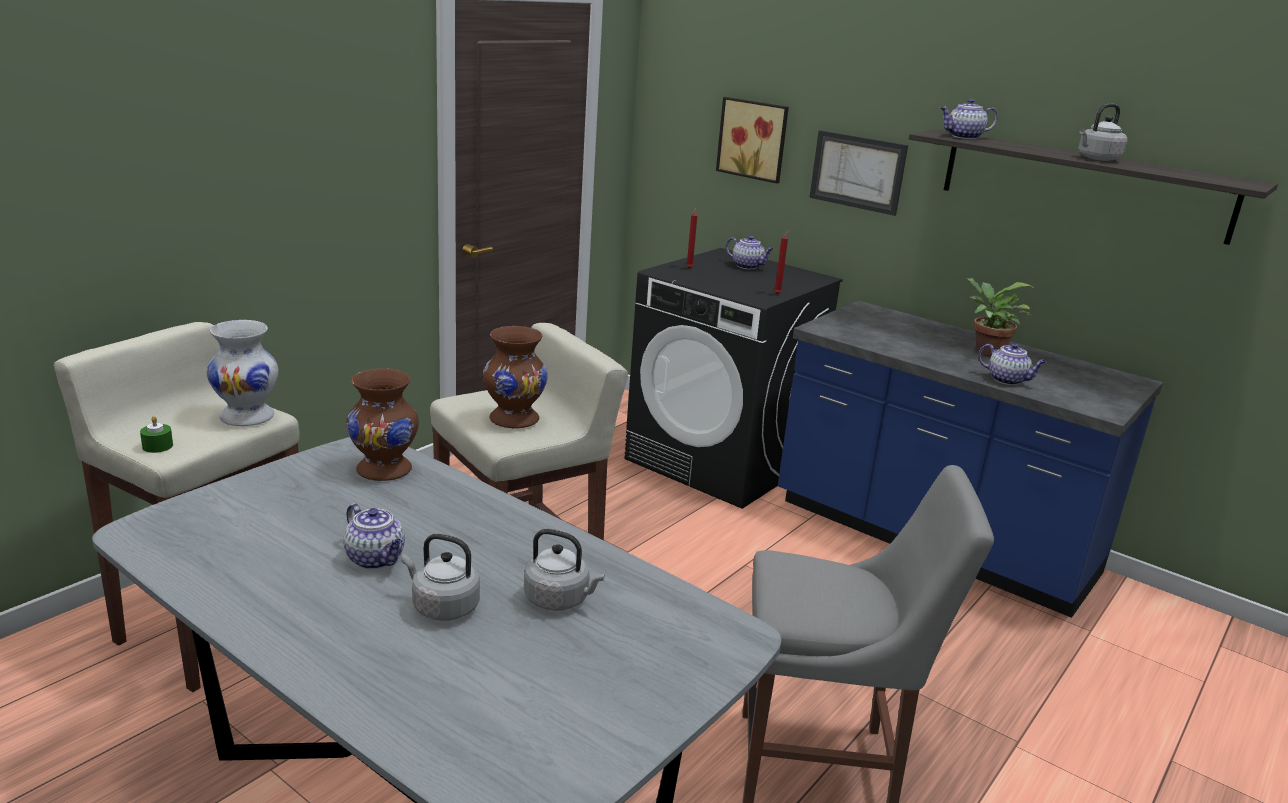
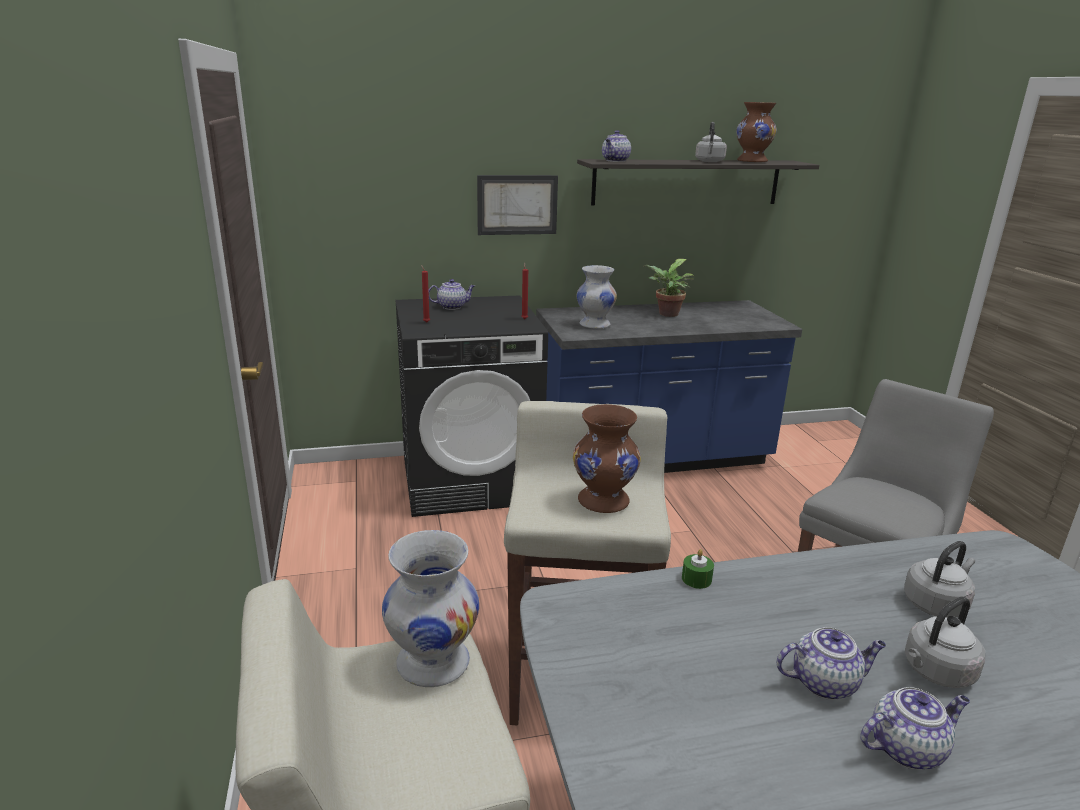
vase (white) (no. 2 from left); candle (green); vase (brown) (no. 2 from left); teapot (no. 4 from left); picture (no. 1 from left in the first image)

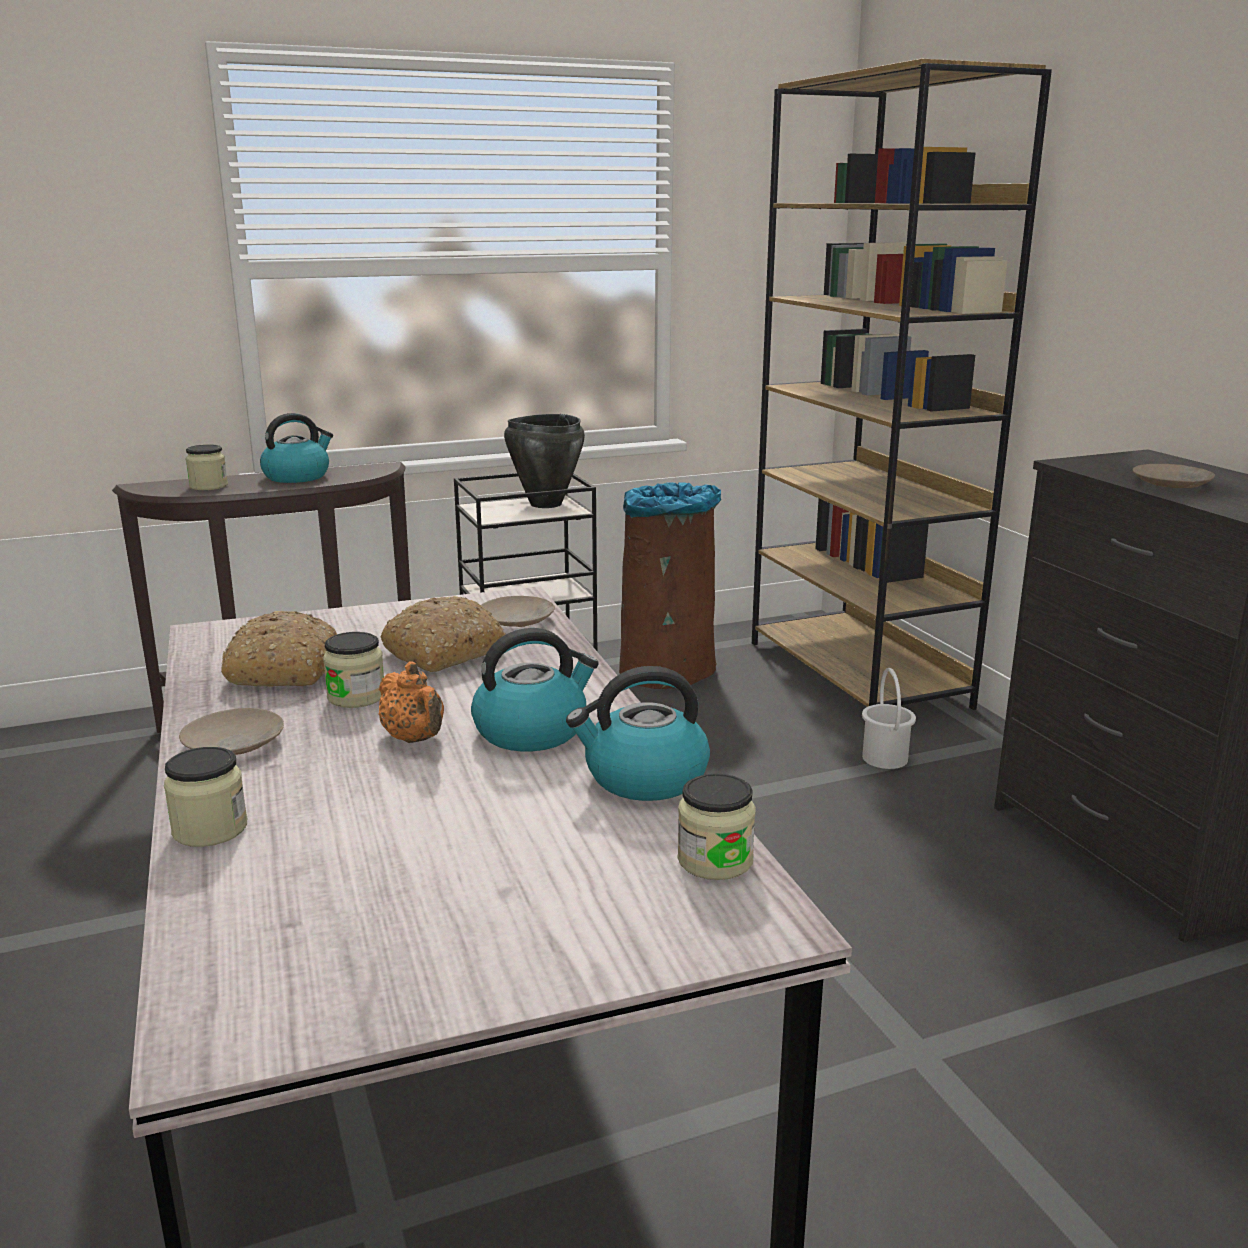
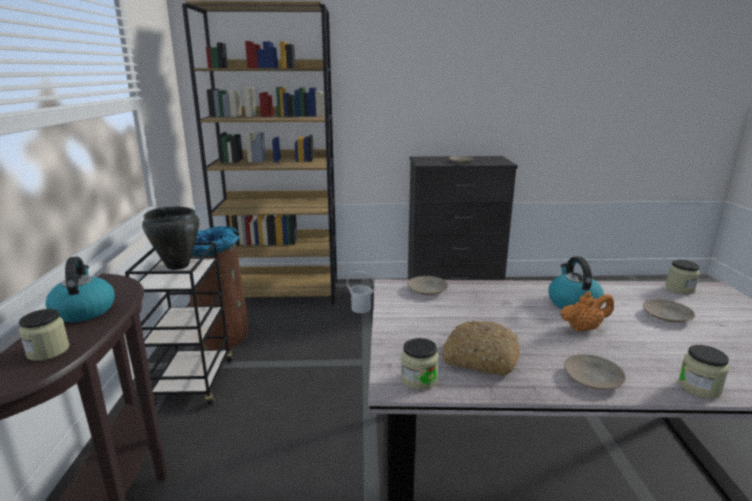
jar (no. 2 from left); plate (beige) (no. 4 from left); bread (no. 2 from left in the first image); kettle (no. 3 from left in the first image)

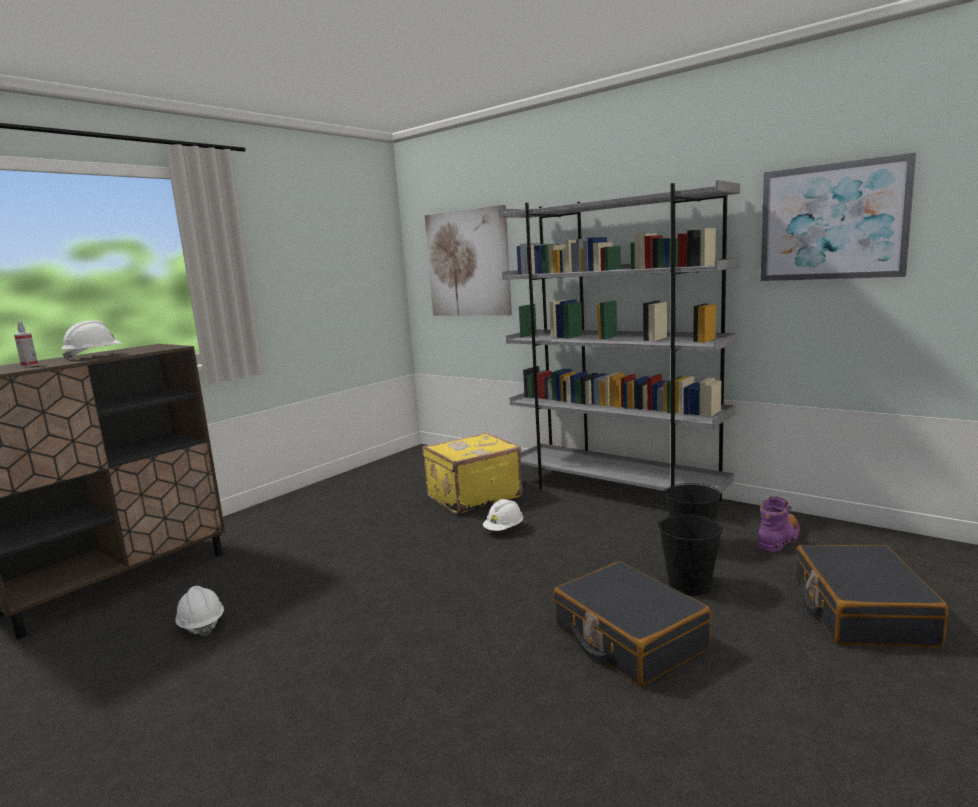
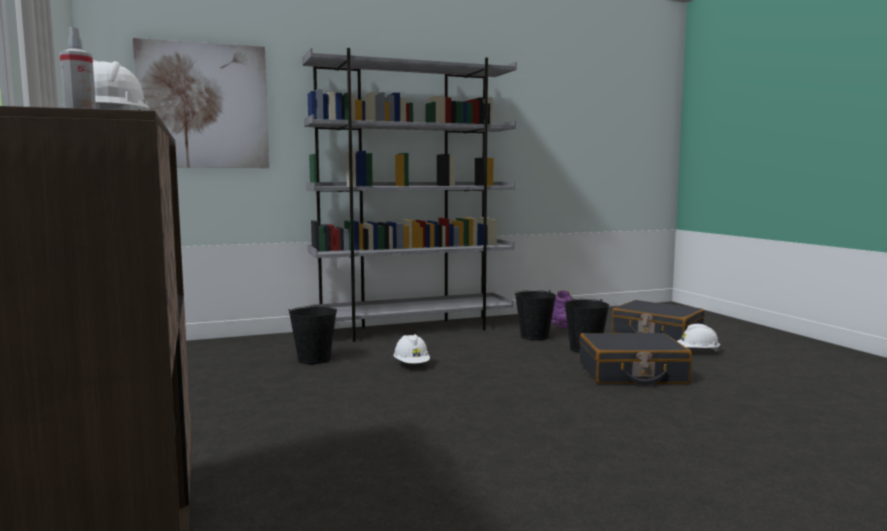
bucket (black) (no. 1 from left); hard hat (white) (no. 3 from left); picture (no. 2 from left in the first image)

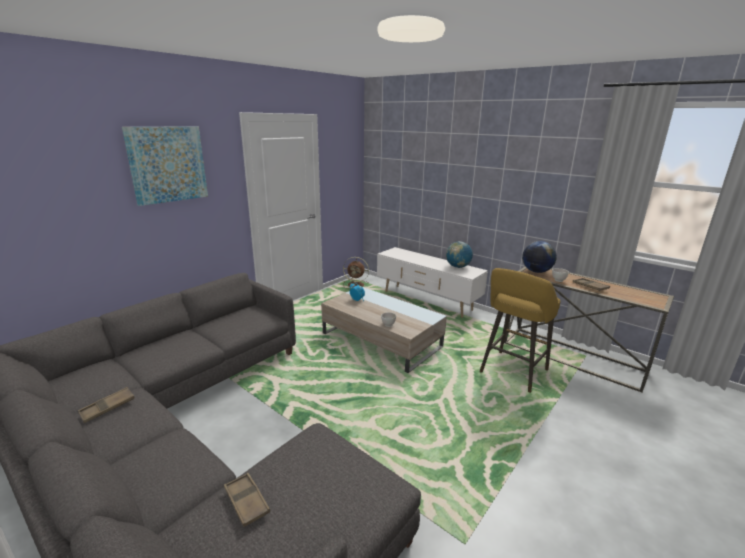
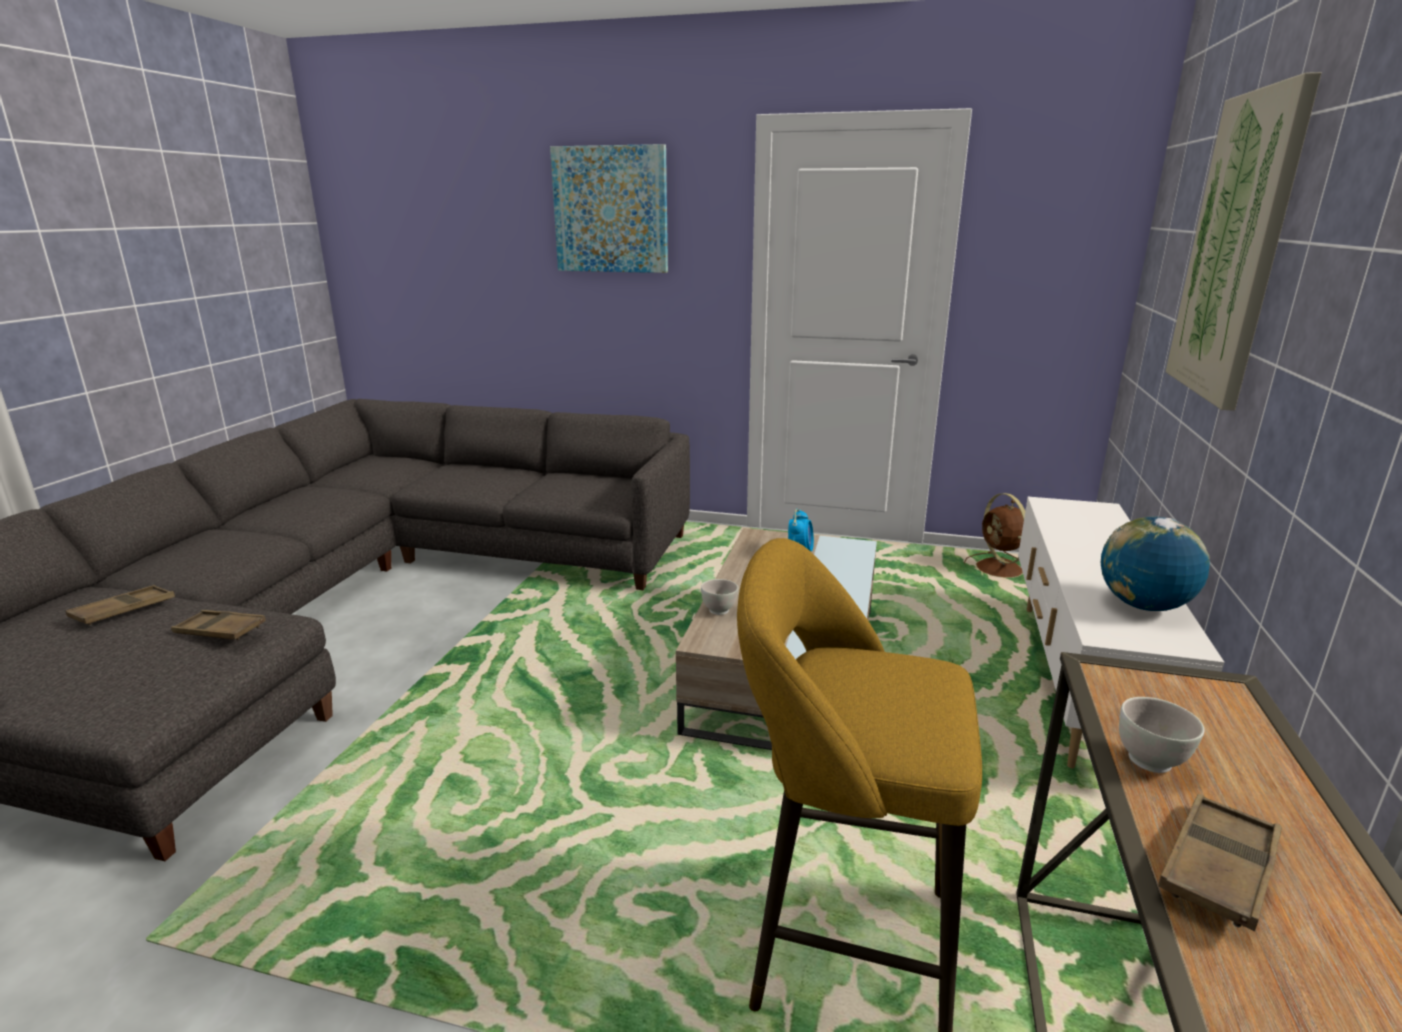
tray (brown) (no. 2 from left); picture (no. 2 from left); globe (no. 2 from left in the first image)

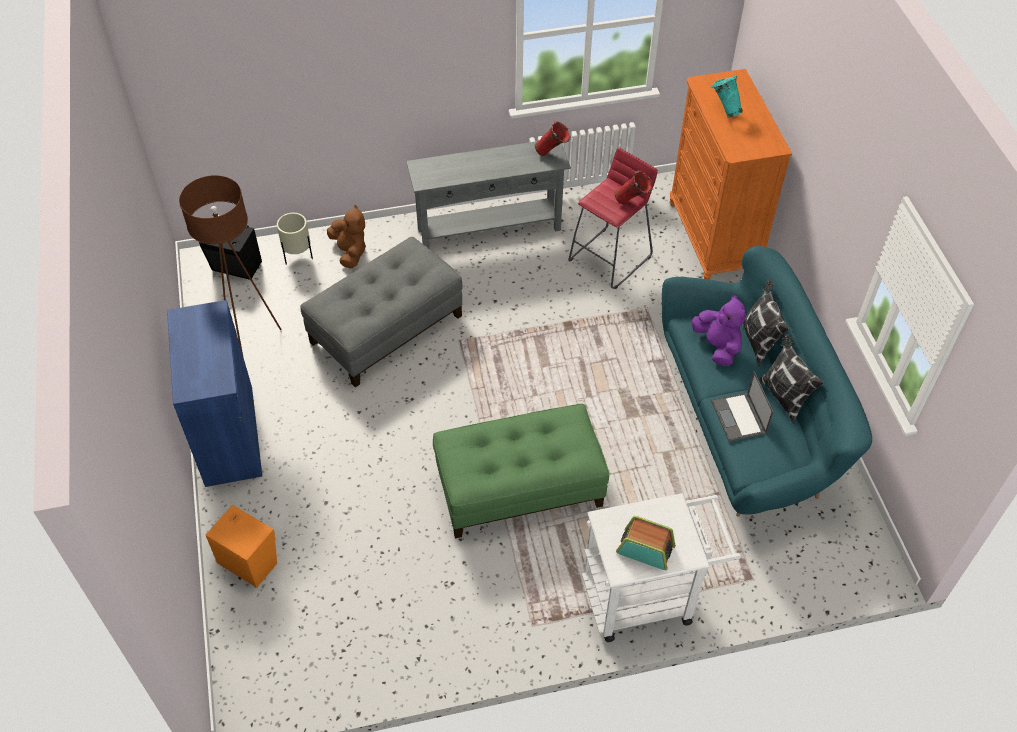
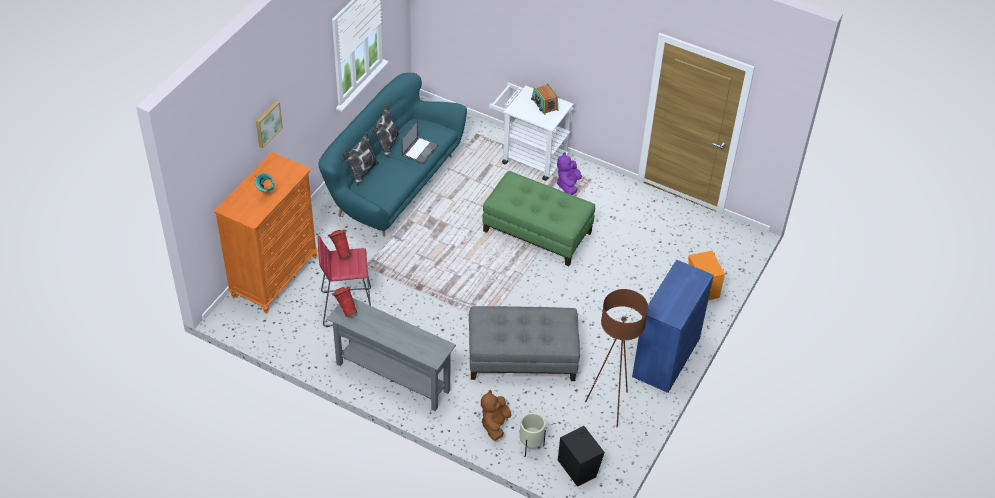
picture; plush toy (purple)

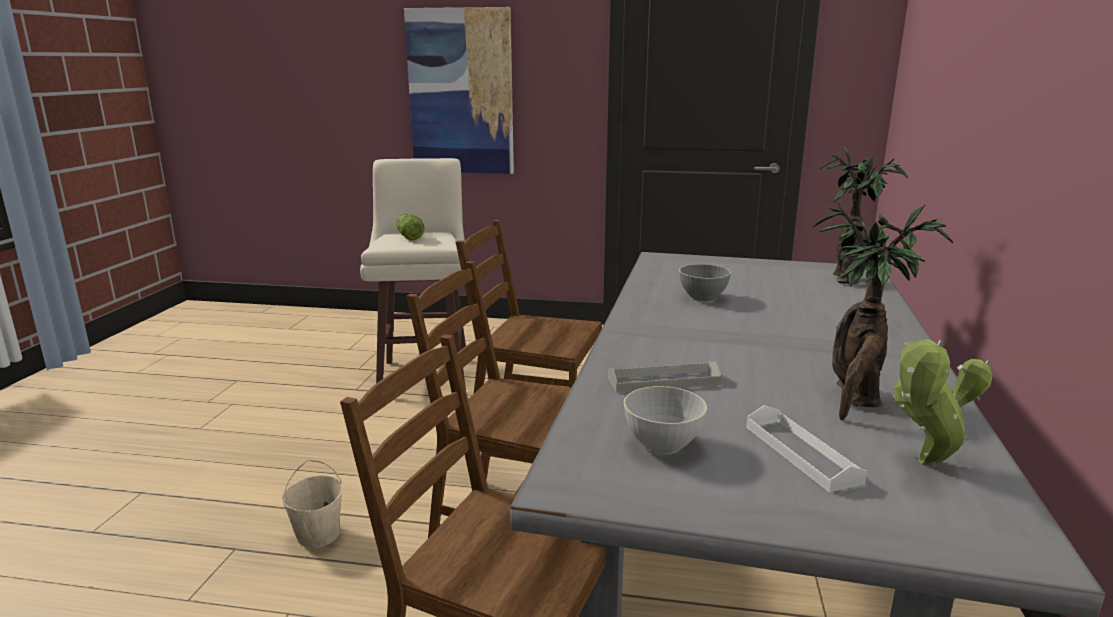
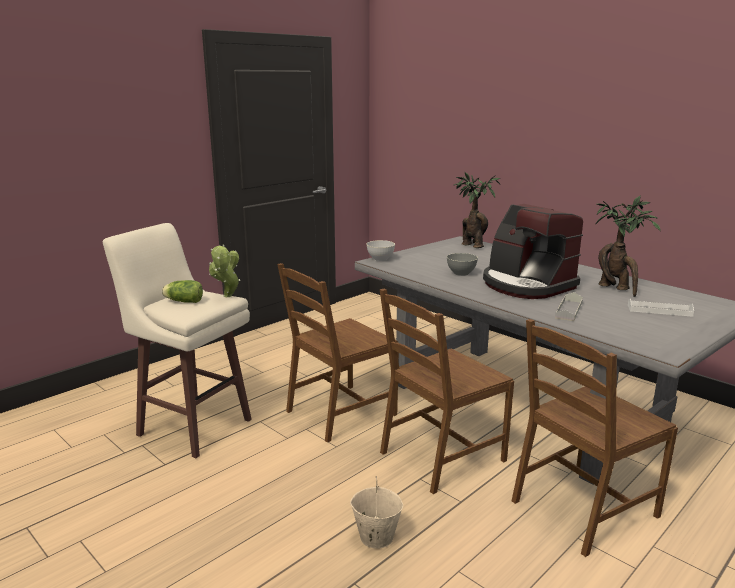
potted plant (no. 1 from left); bowl (grey) (no. 1 from left); coffee machine; picture

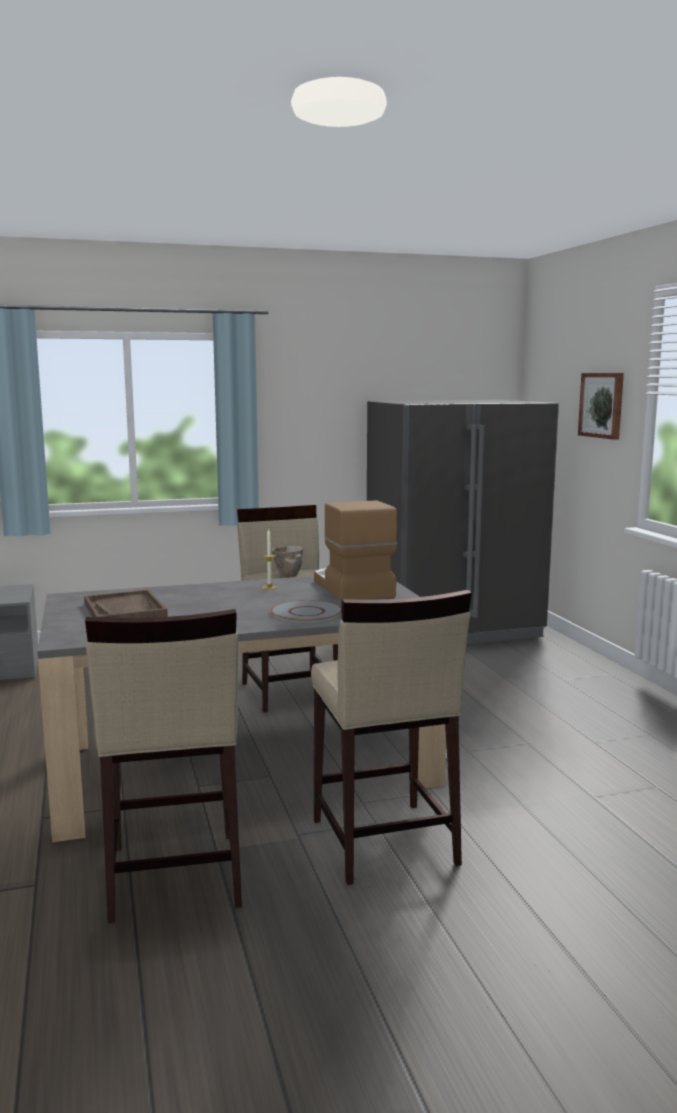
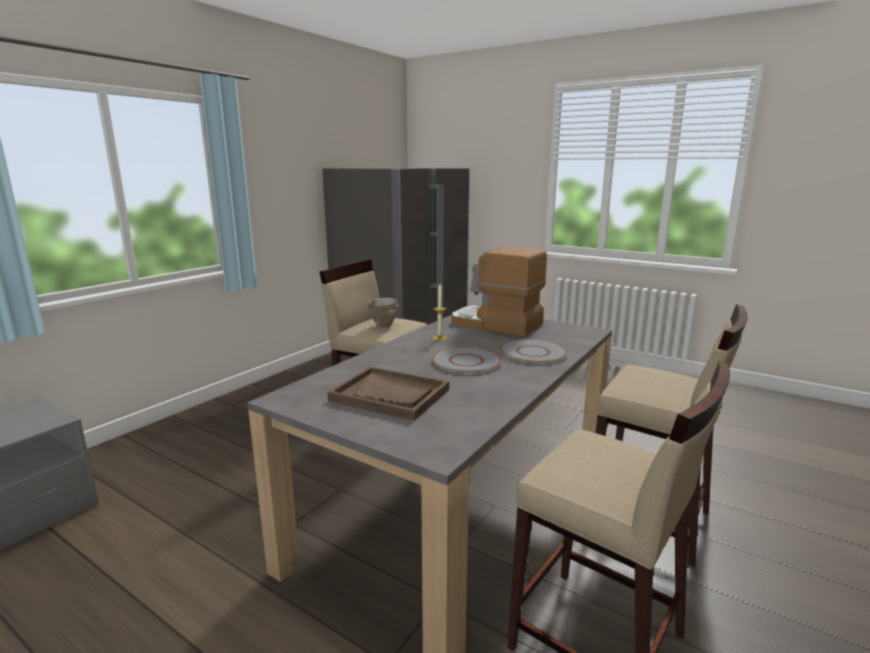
plate (grey) (no. 1 from left); picture

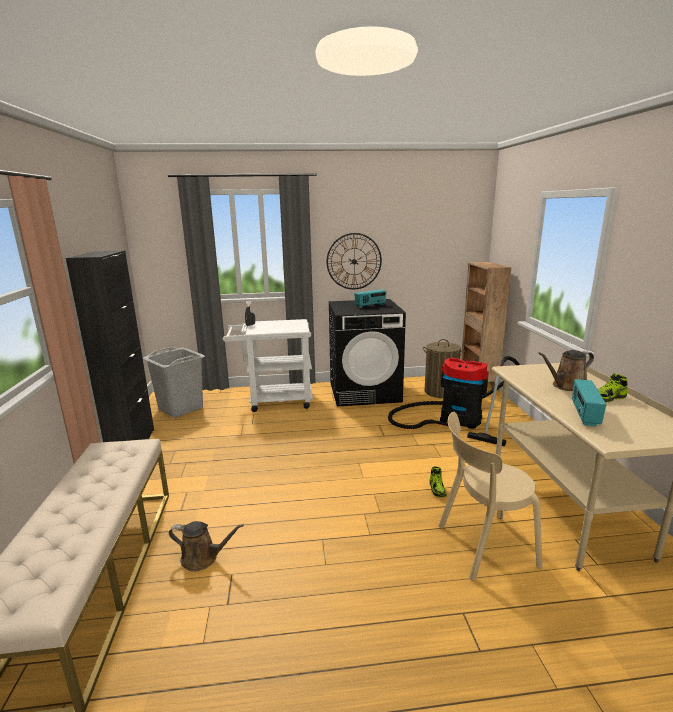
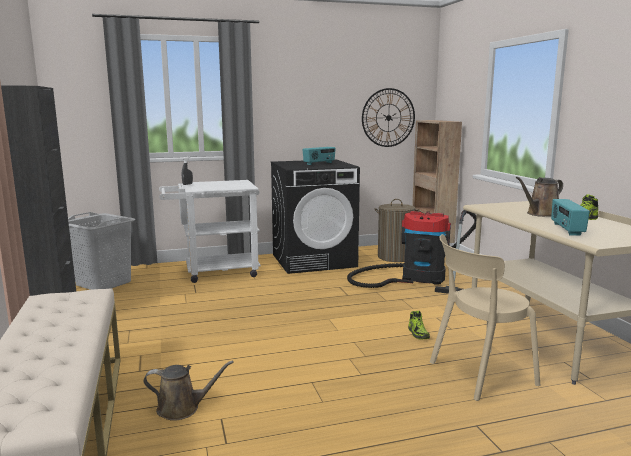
wall clock

